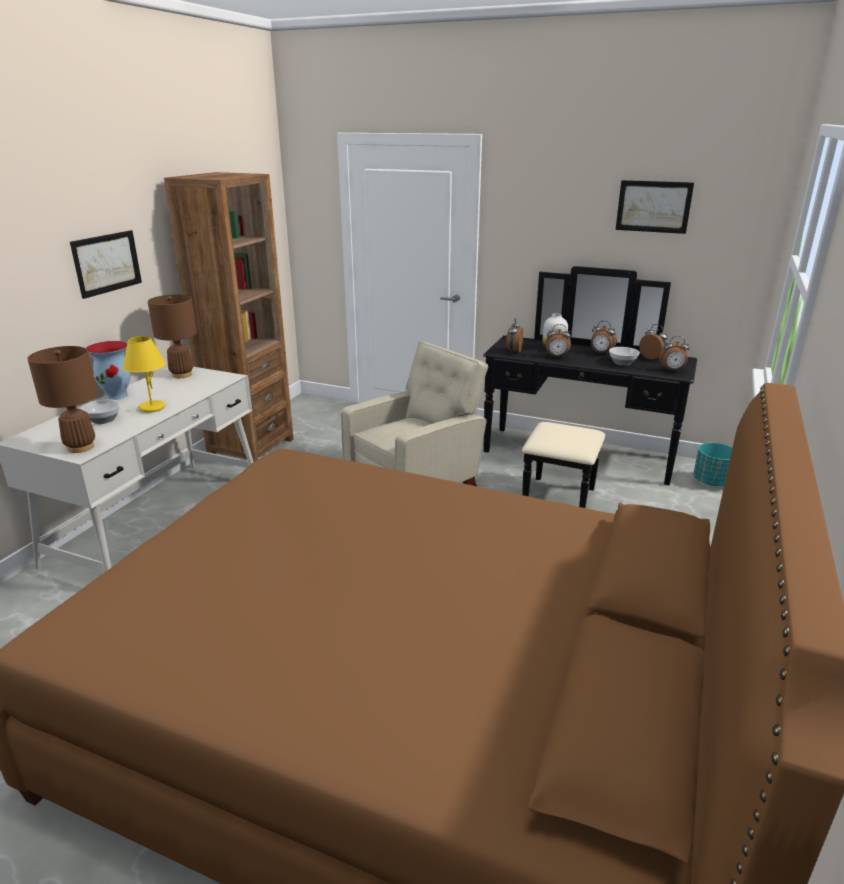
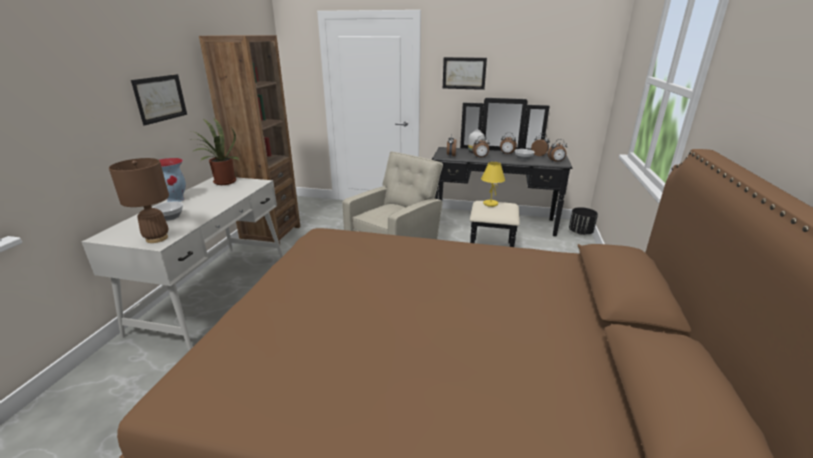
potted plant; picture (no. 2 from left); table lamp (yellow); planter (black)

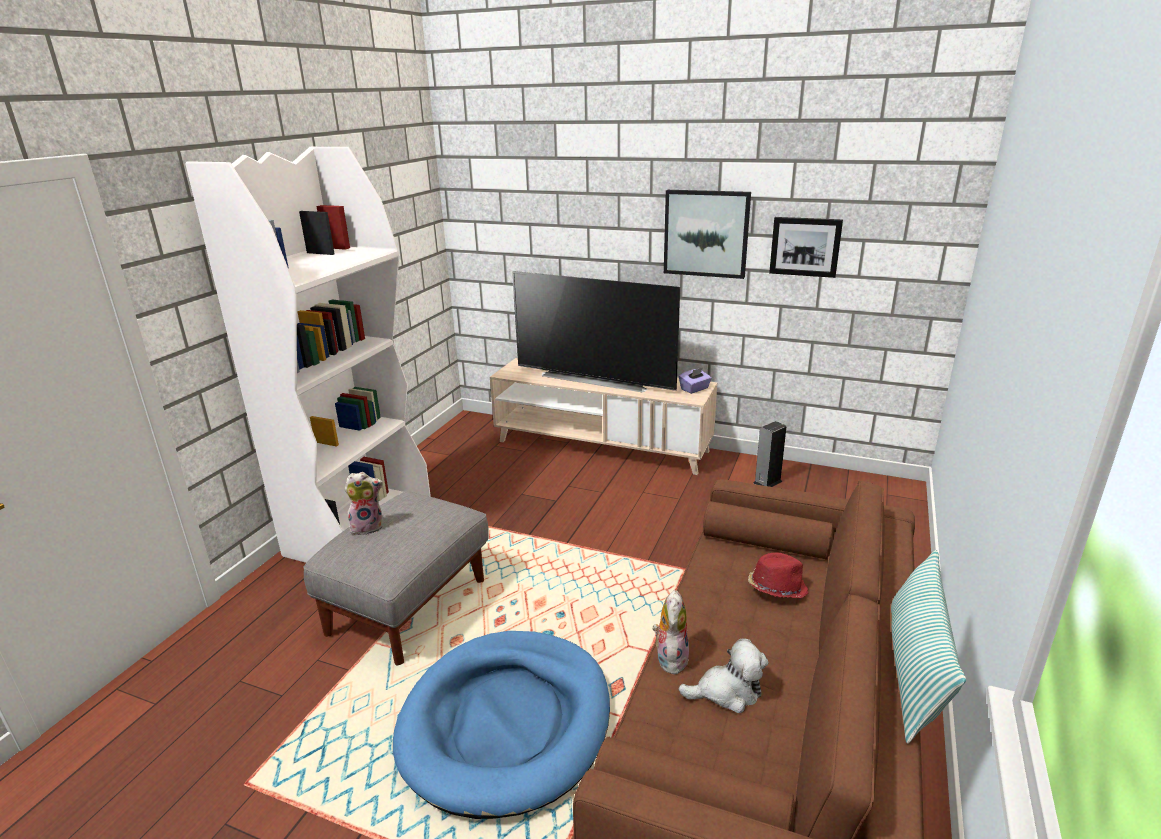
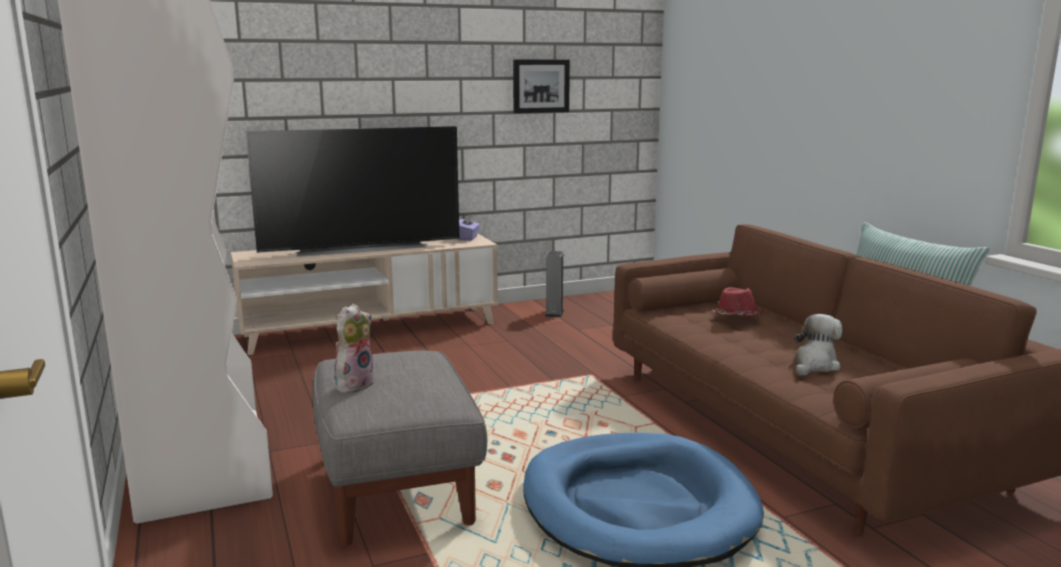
plush toy (no. 2 from left in the first image); picture (no. 1 from left in the first image)

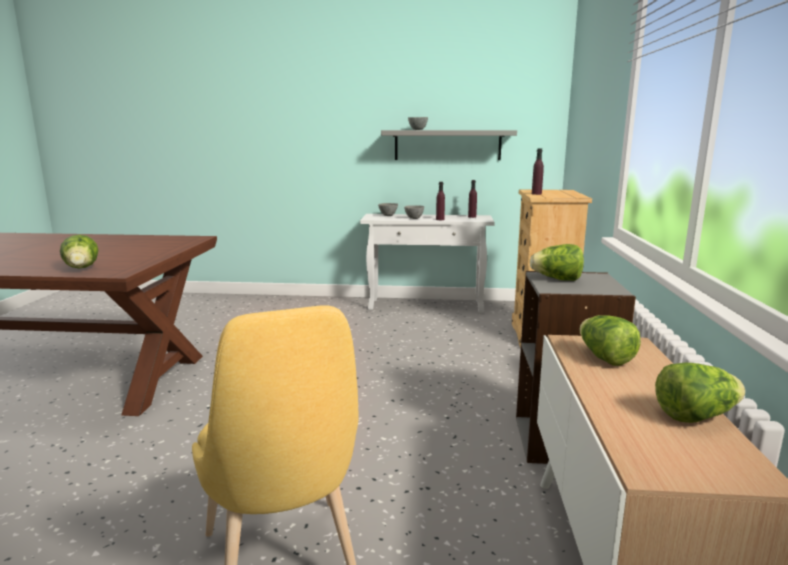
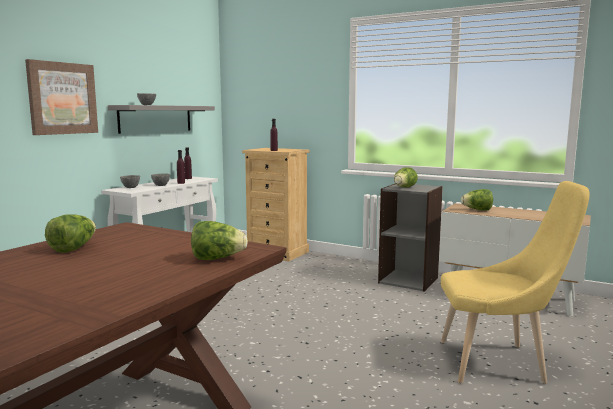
picture; lettuce (no. 1 from left)

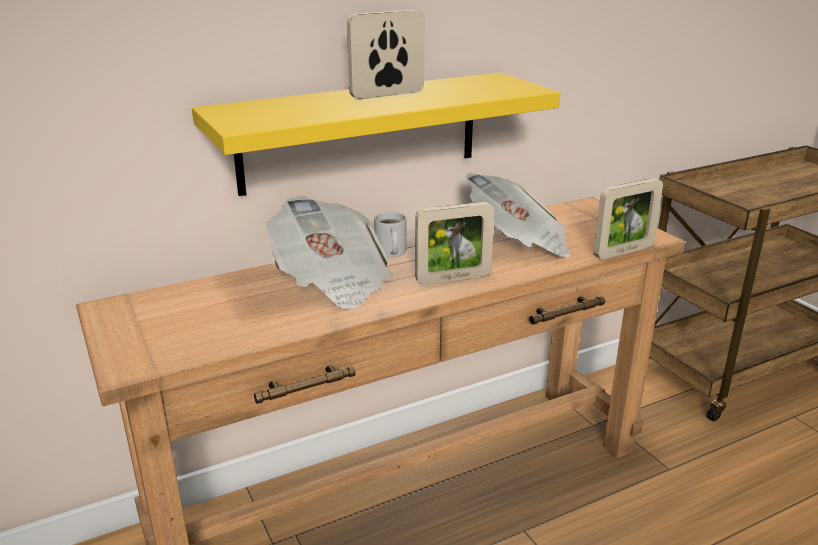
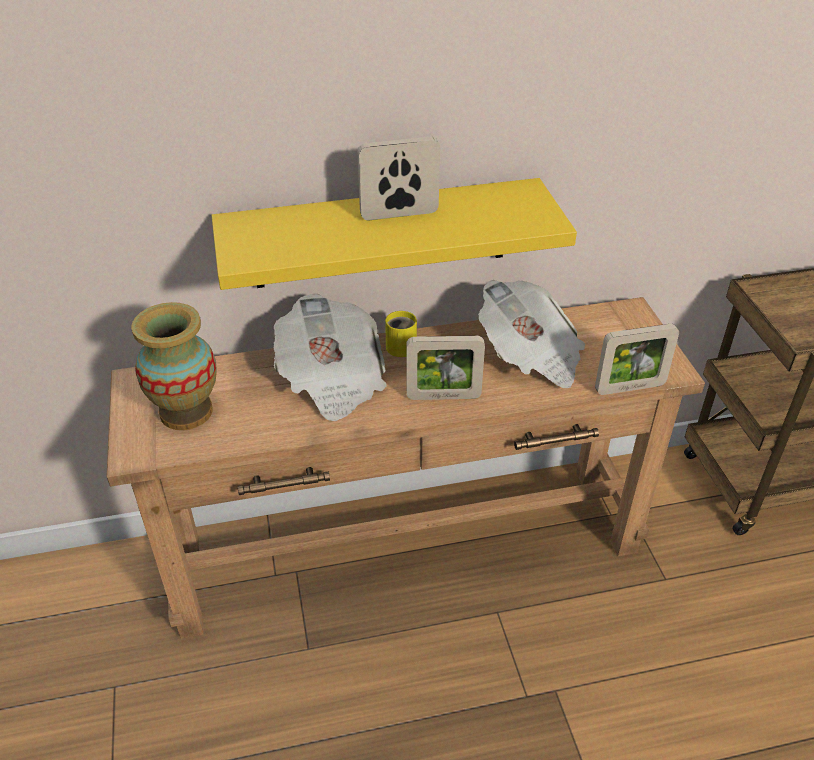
vase; mug (yellow)

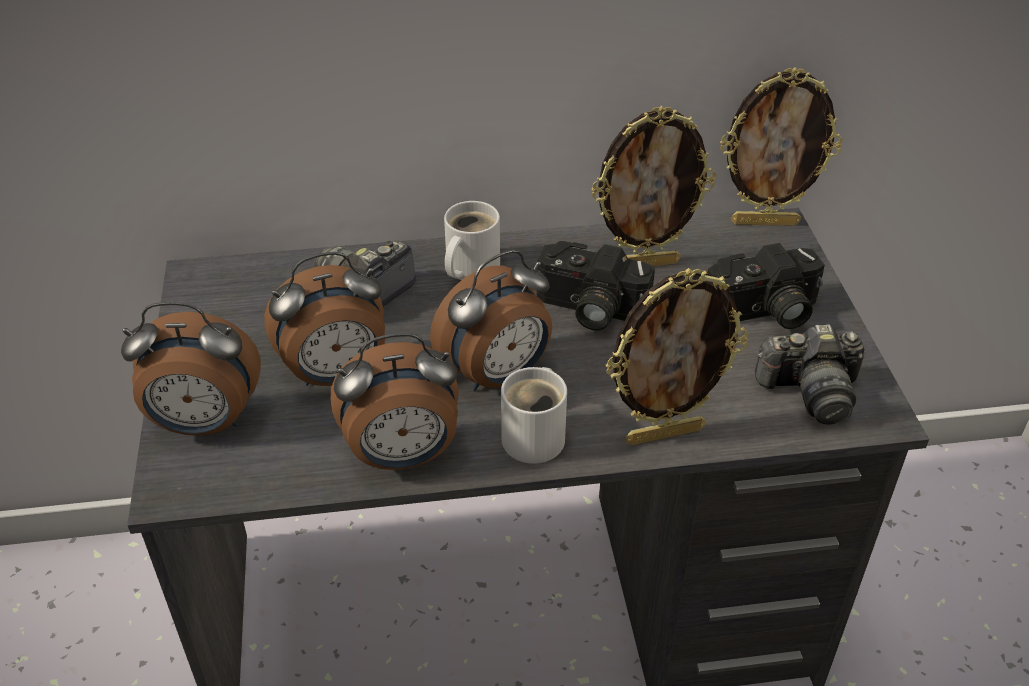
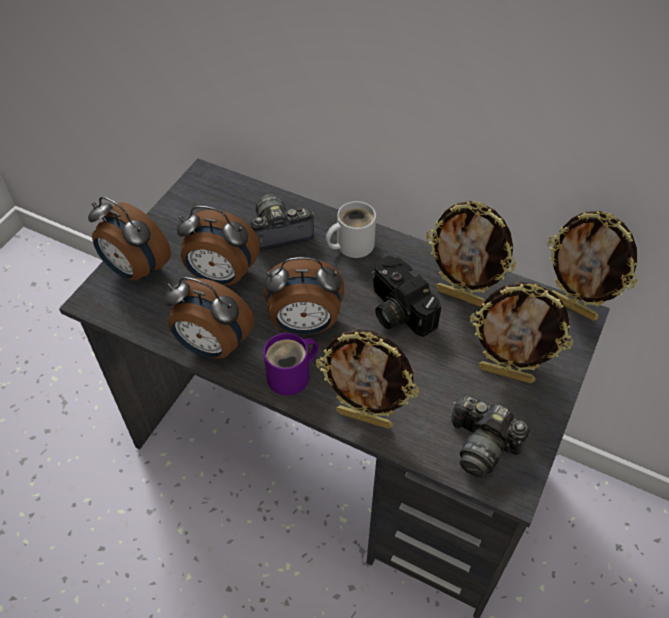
mug (purple); picture frame (no. 3 from left)

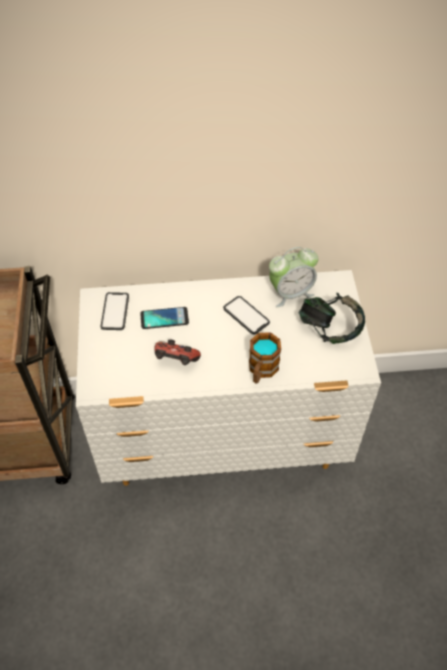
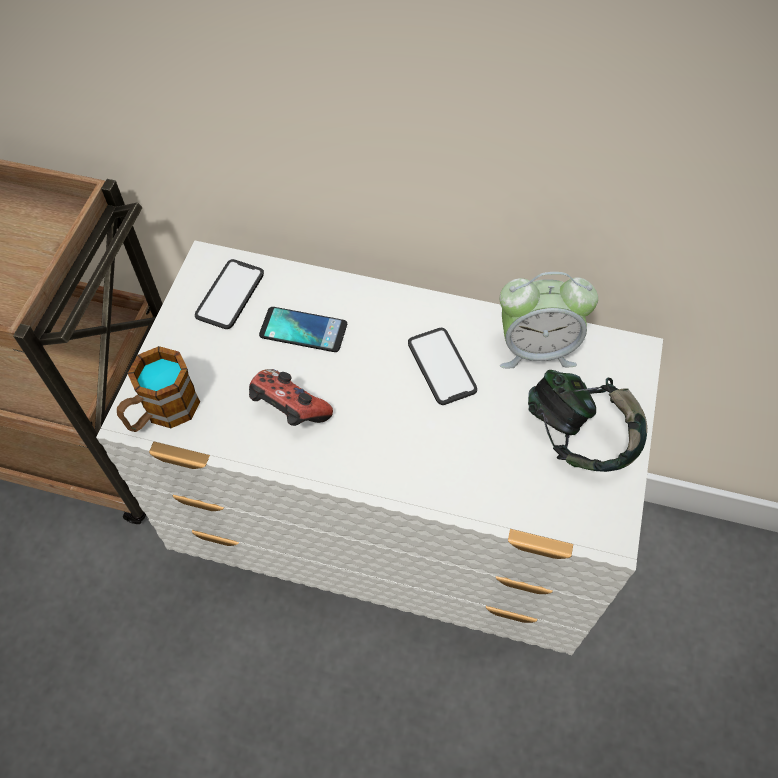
mug

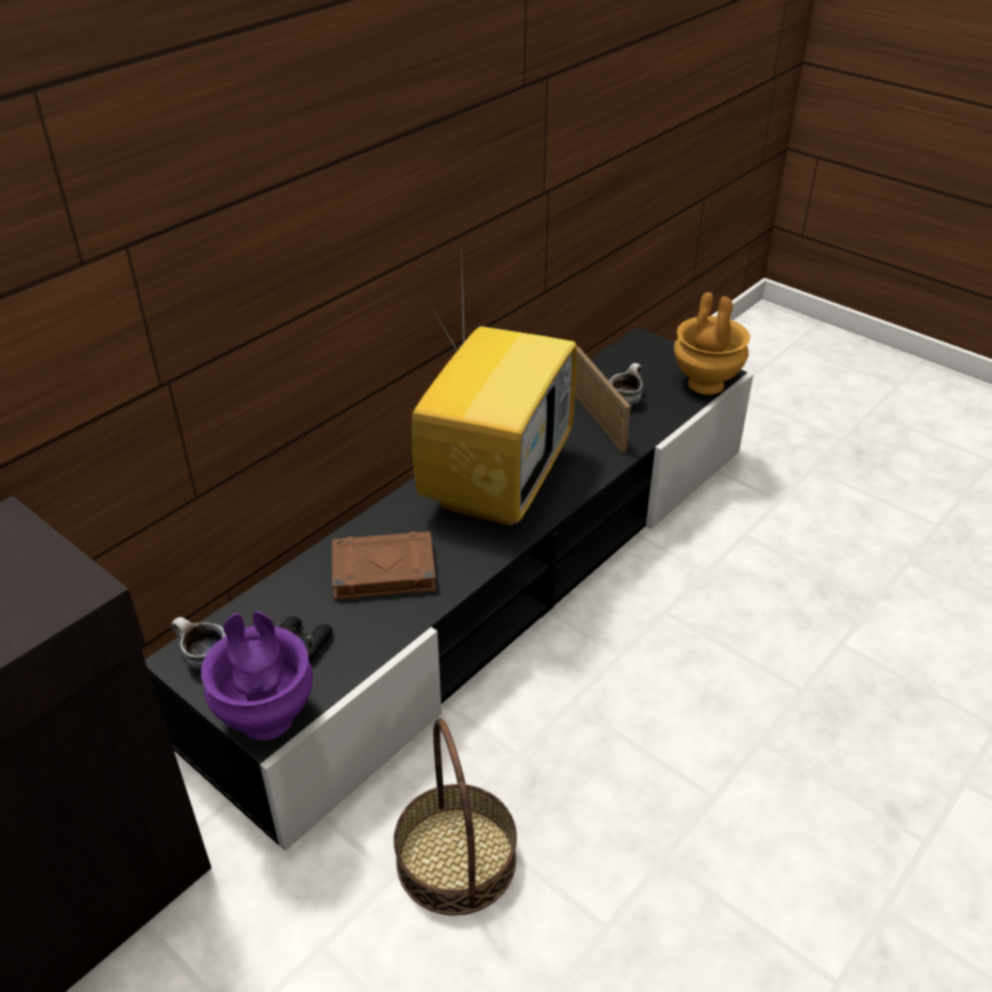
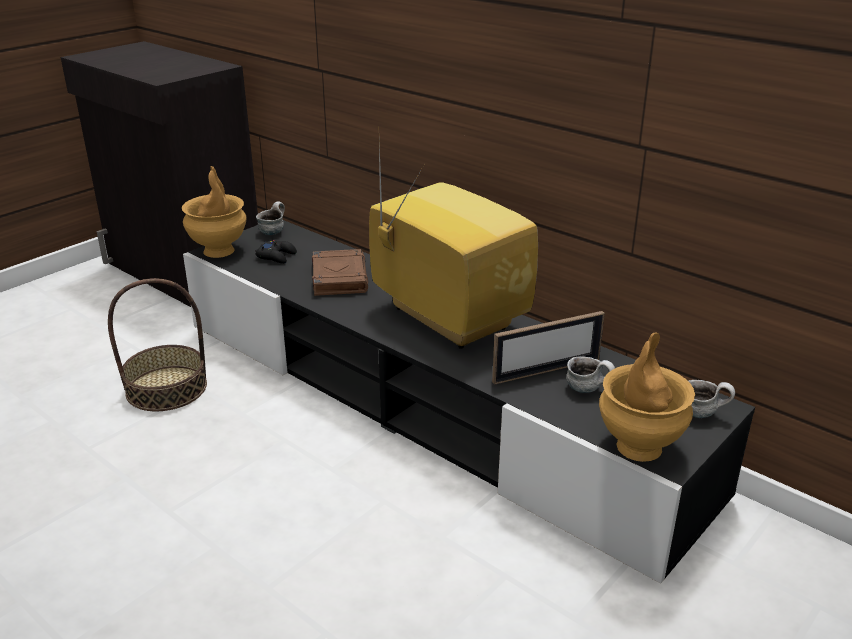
vase (brown) (no. 1 from left); television; mug (no. 3 from left)

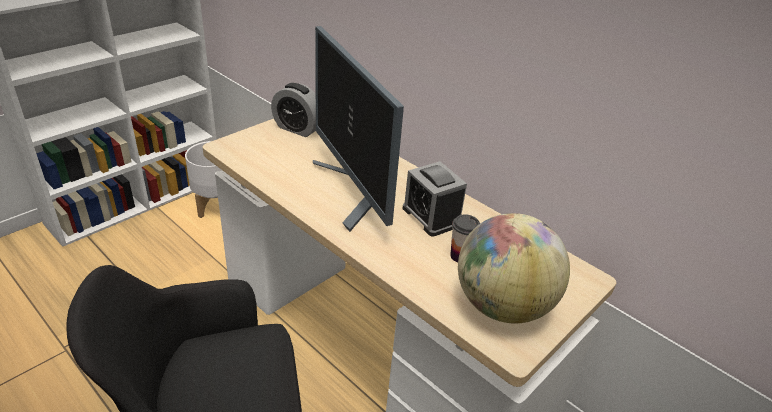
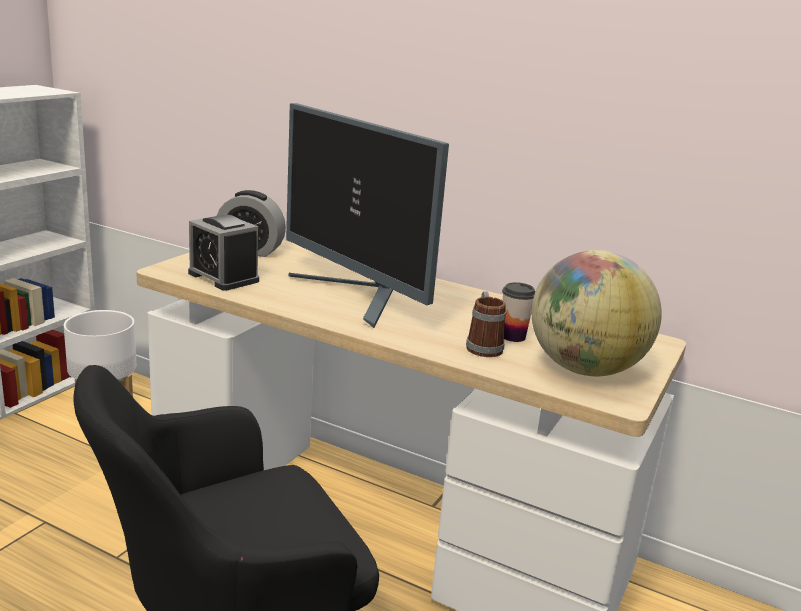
alarm clock (no. 1 from left); mug

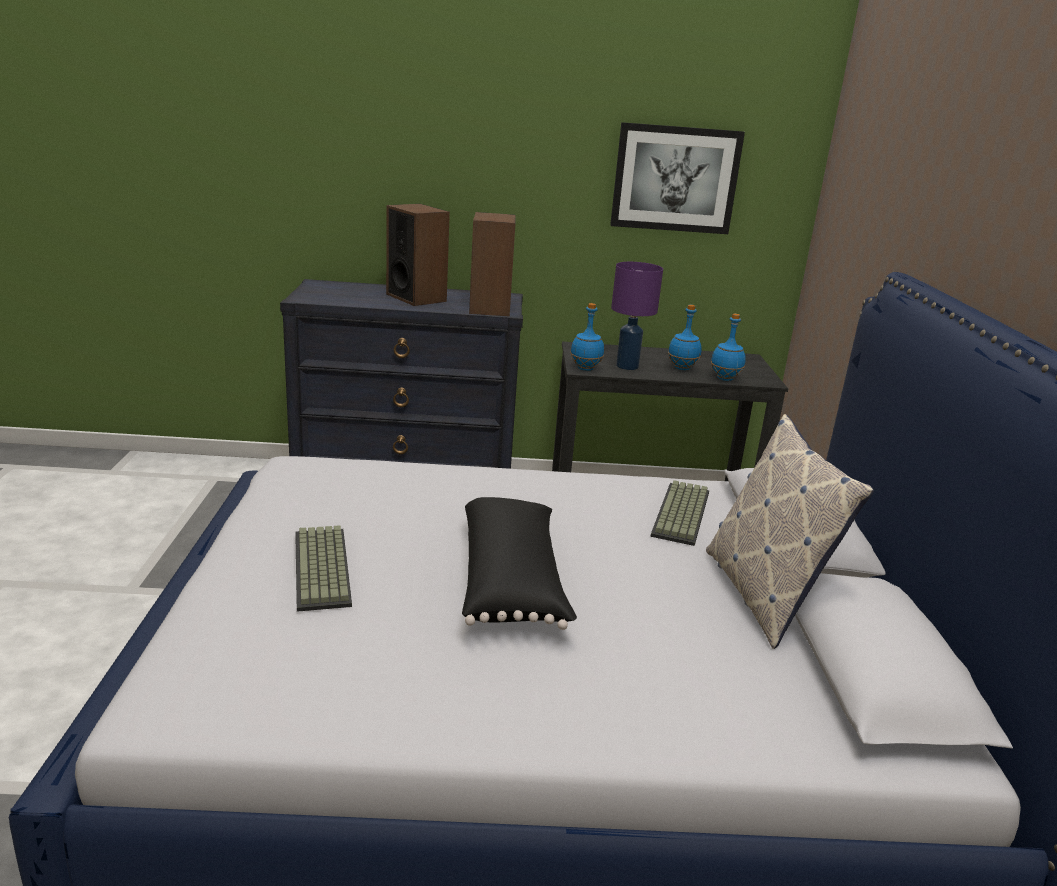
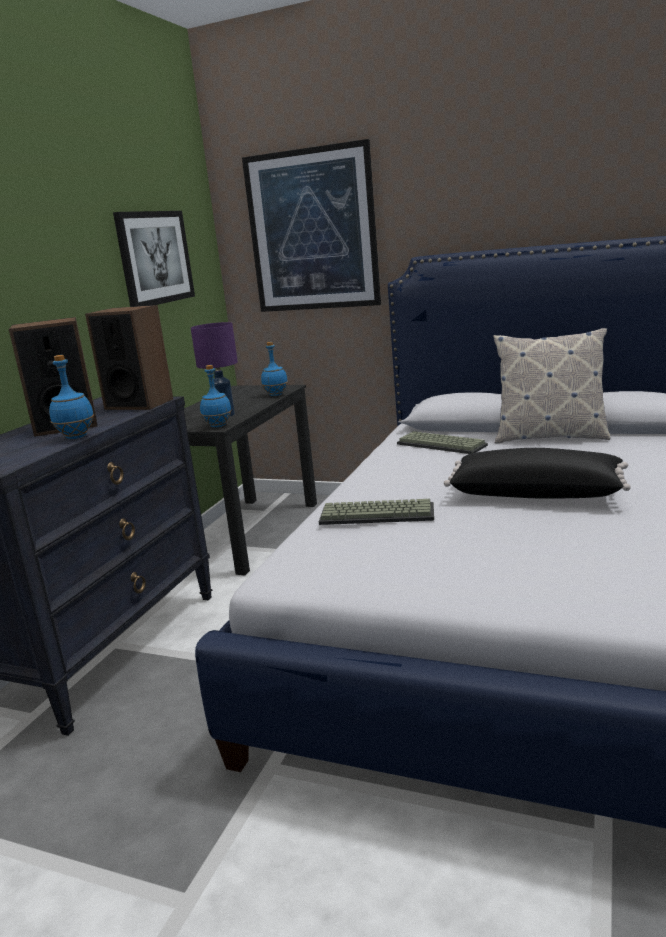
bottle (blue) (no. 1 from left); picture (no. 2 from left); keyboard (no. 1 from left)

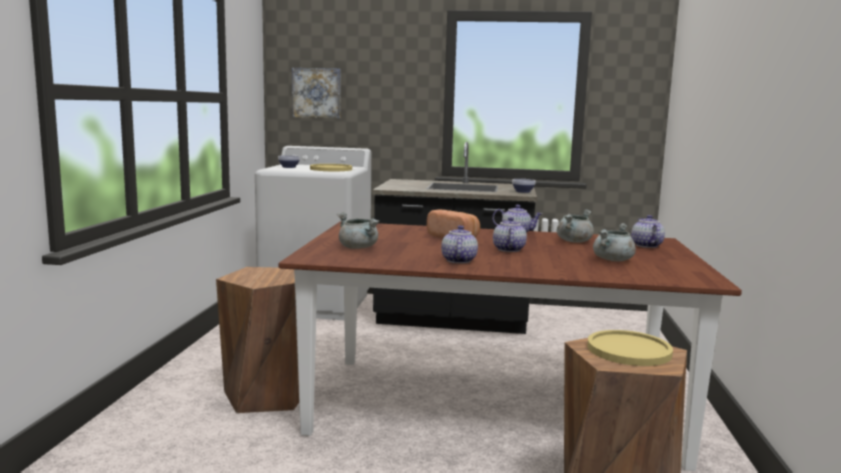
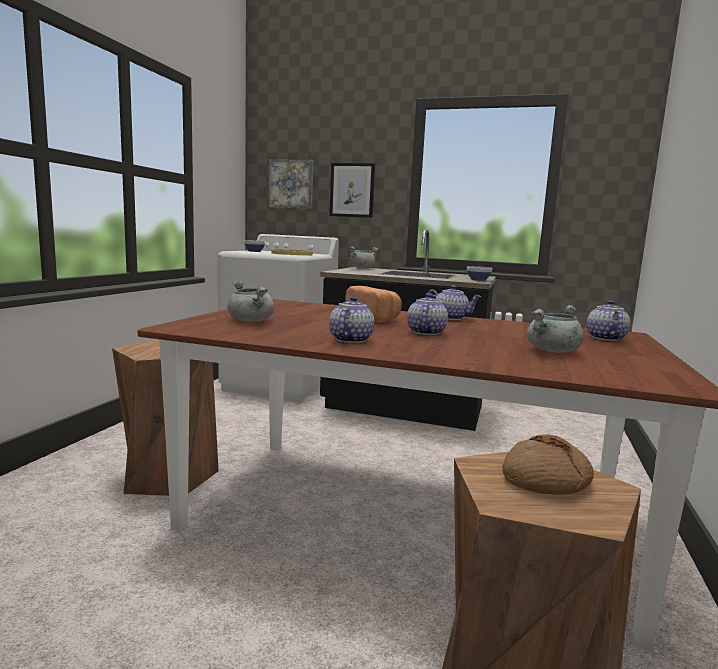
picture (no. 2 from left); cooking pot (grey) (no. 2 from left); bread (no. 2 from left)

